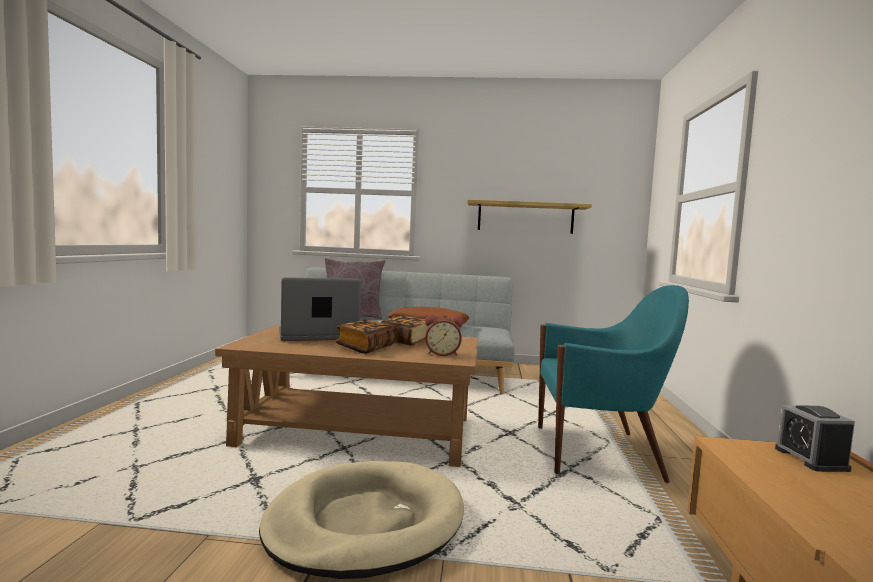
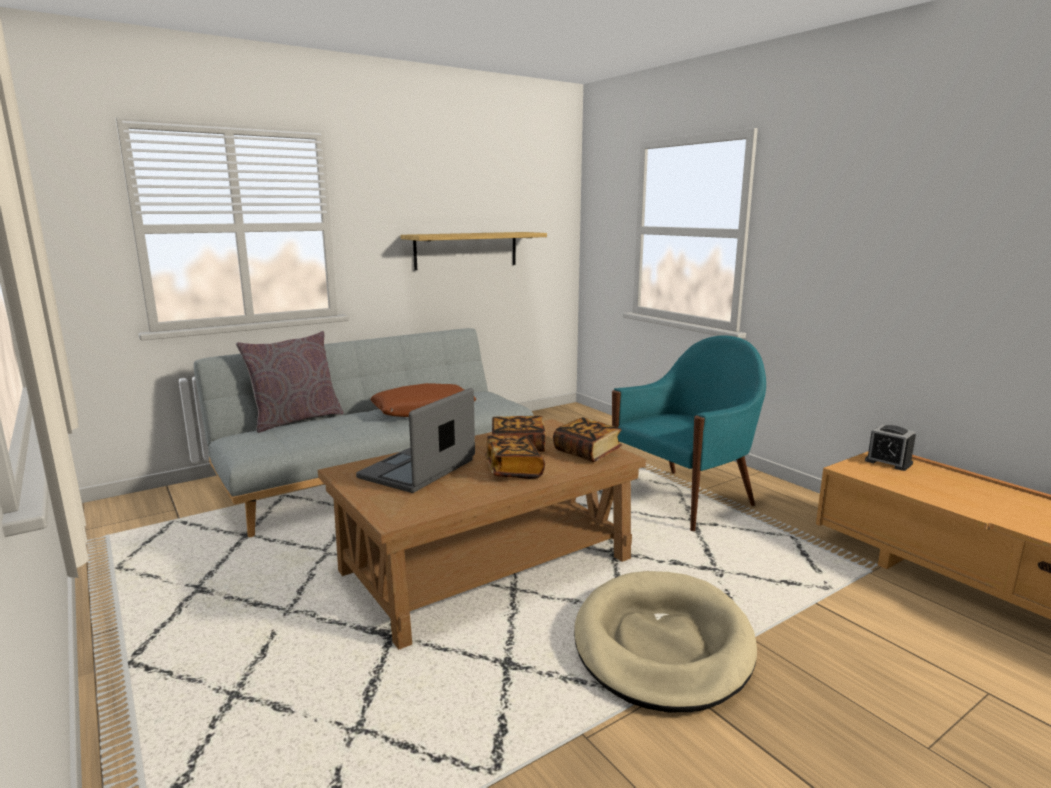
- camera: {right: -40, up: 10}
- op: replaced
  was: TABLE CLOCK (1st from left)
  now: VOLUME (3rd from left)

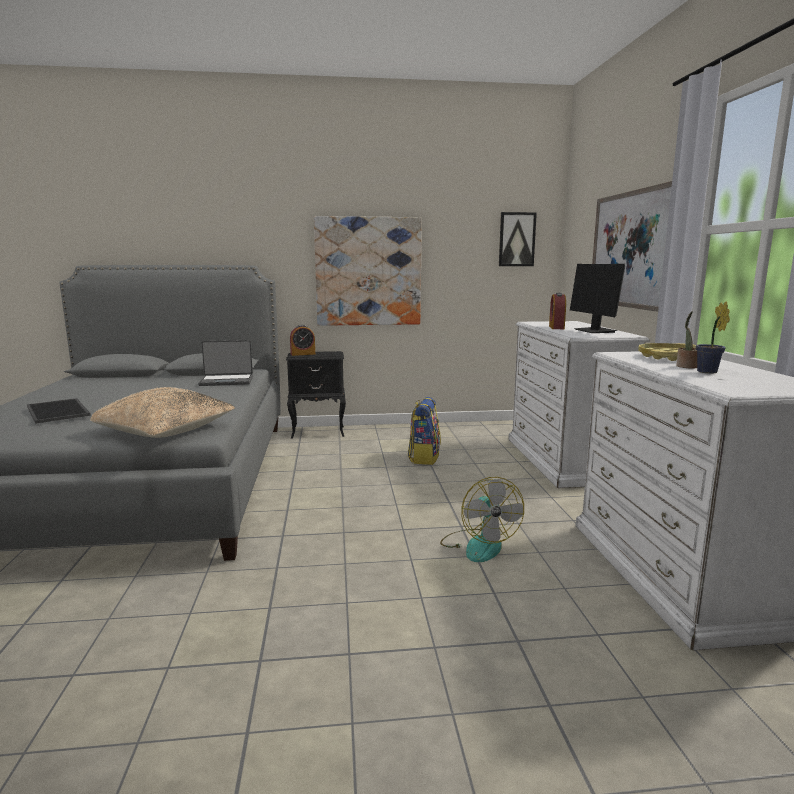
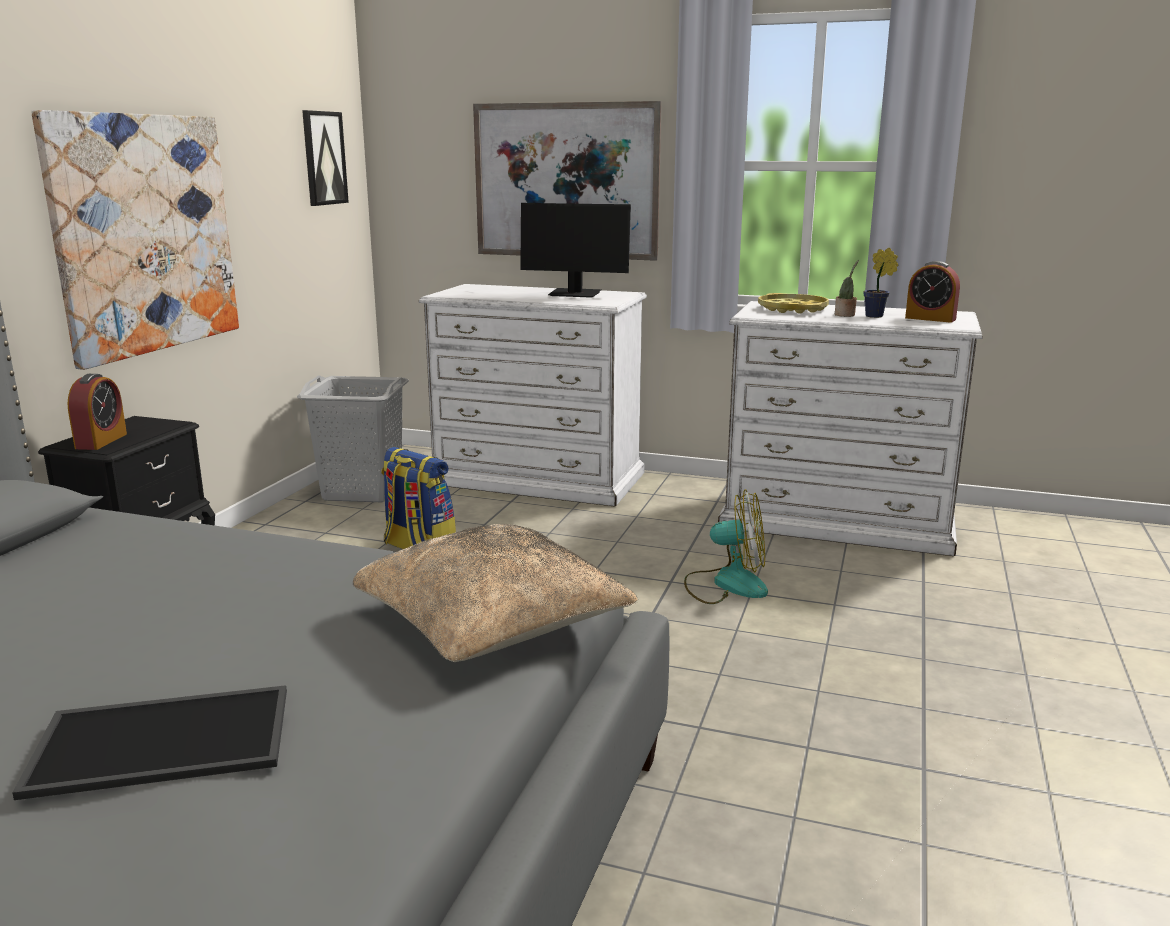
- camera: {right: -65, up: 5}
- op: removed
  was: PORTABLE COMPUTER
- op: moved
  was: TABLE CLOCK (2nd from left)
- op: added
  now: GREYISH HAMPER

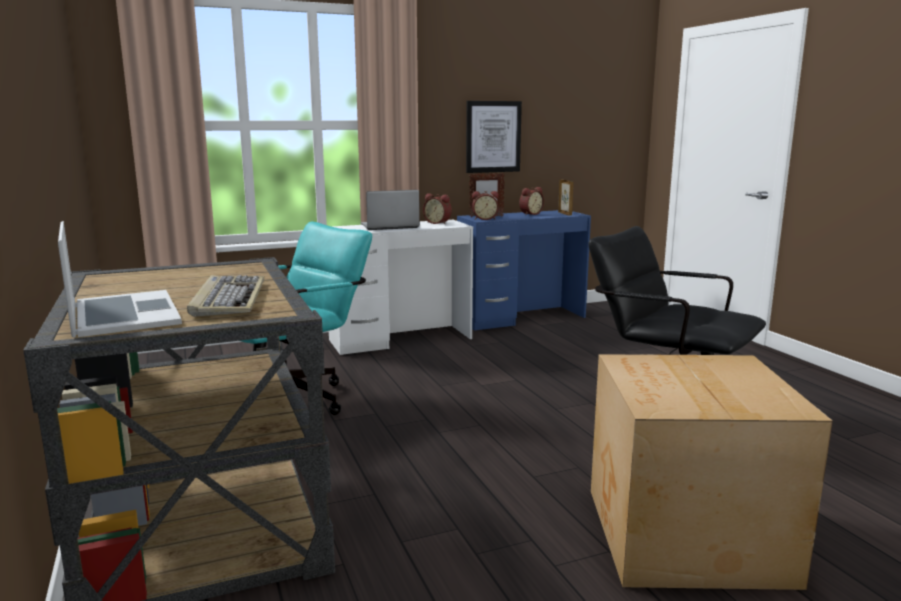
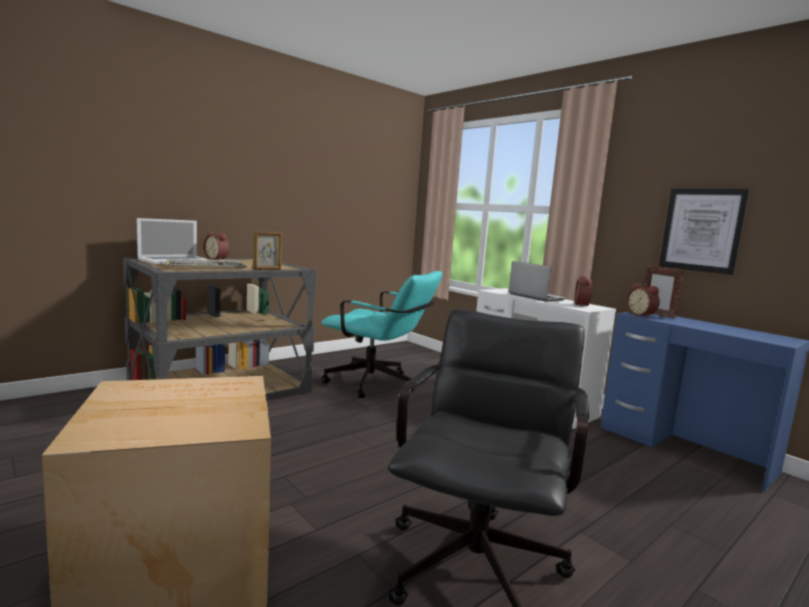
- camera: {right: 70, up: -5}
- op: moved
  was: TABLE CLOCK (3rd from left in the first image)
  now: TABLE CLOCK (1st from left)
- op: moved
  was: PICTURE FRAME (2nd from left in the first image)
  now: PICTURE FRAME (1st from left)

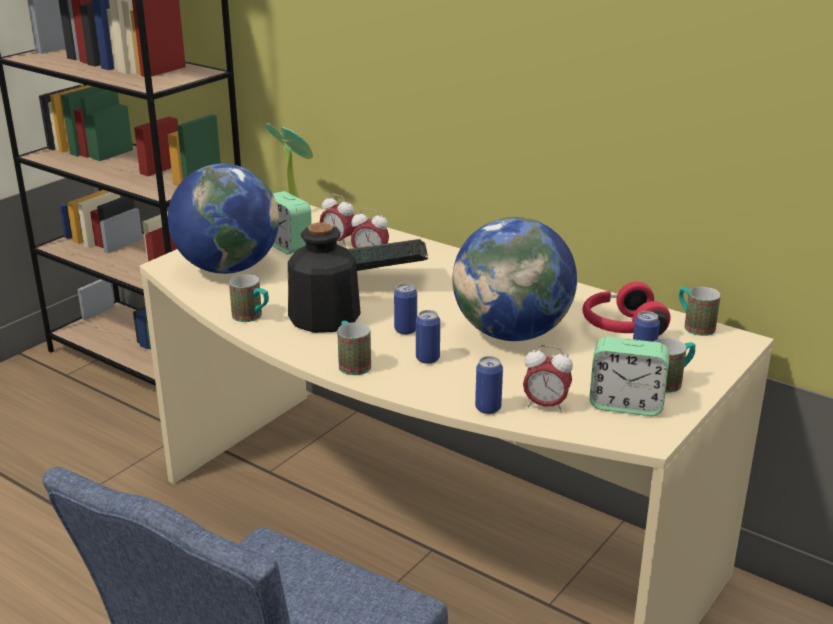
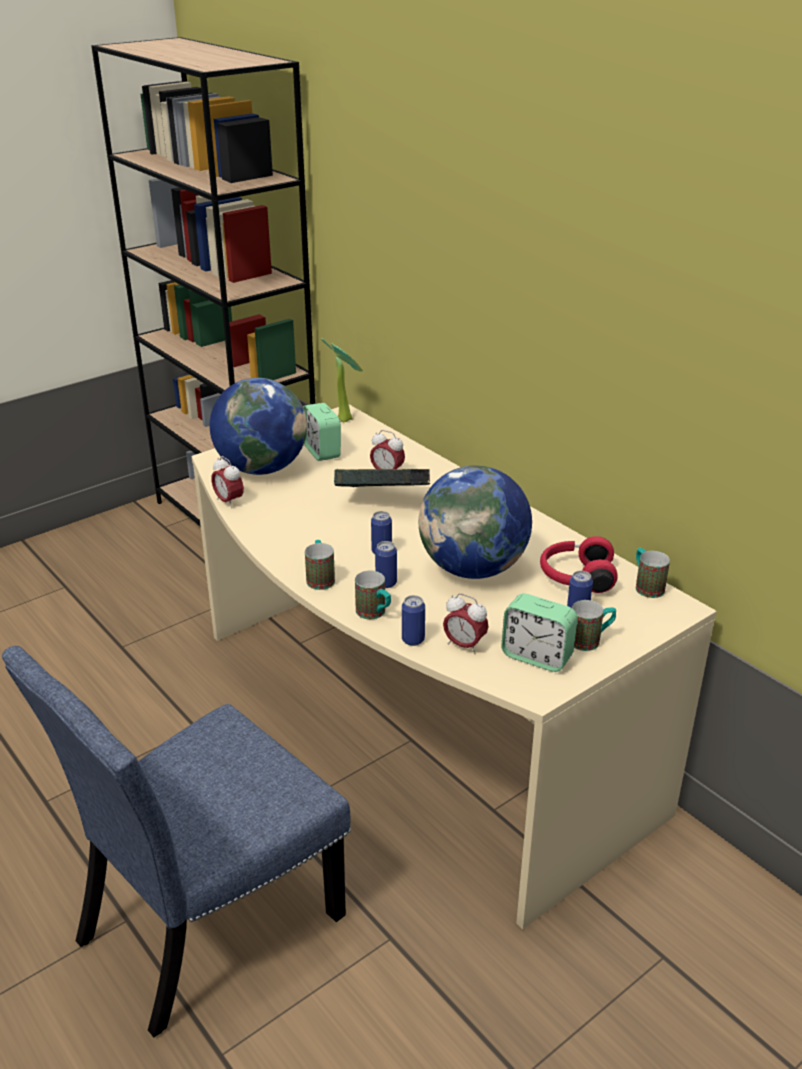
- camera: {right: 15, up: 5}
- op: moved
  was: COFFEE MUG (1st from left in the first image)
  now: COFFEE MUG (2nd from left)
- op: removed
  was: BEVERAGE BOTTLE
- op: moved
  was: TABLE CLOCK (2nd from left in the first image)
  now: TABLE CLOCK (1st from left)

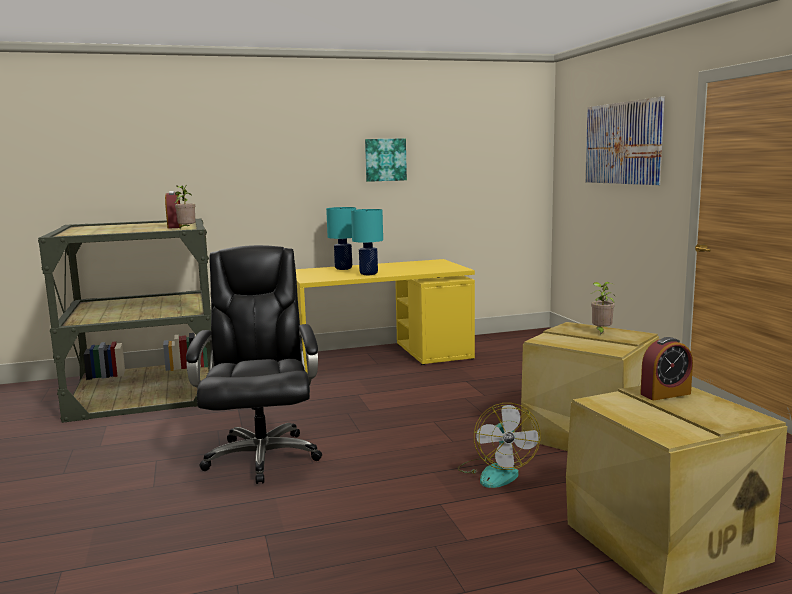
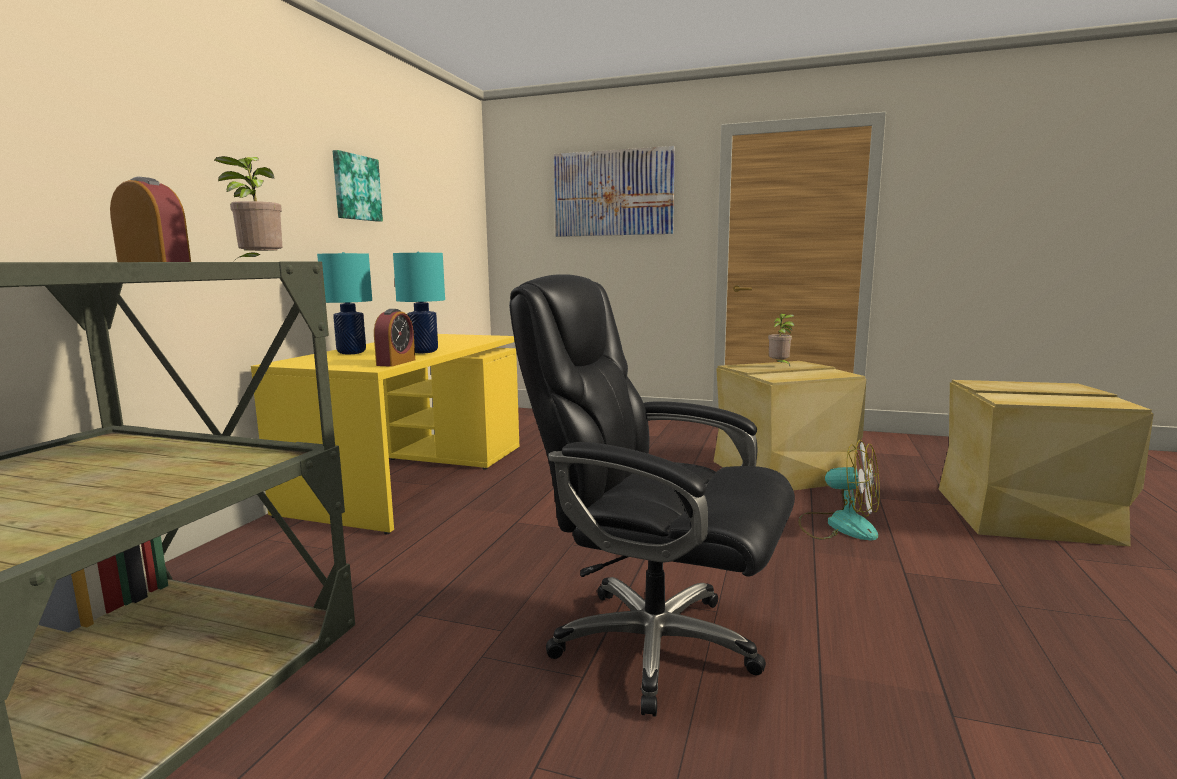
- camera: {right: -55, up: 0}
- op: moved
  was: TABLE CLOCK (2nd from left)

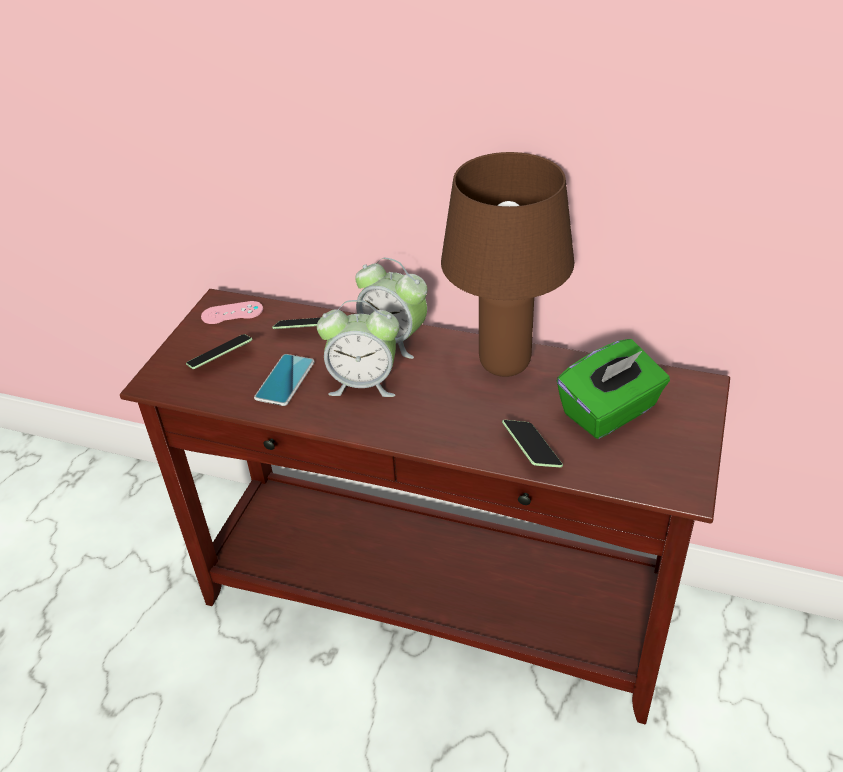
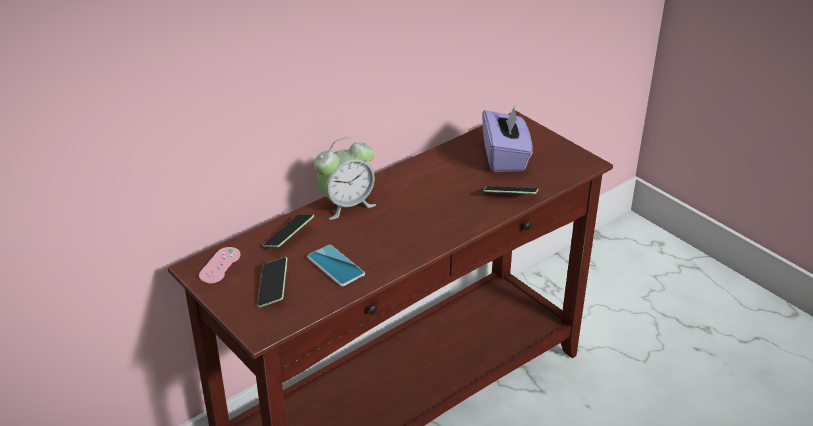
- camera: {right: -60, up: -5}
- op: removed
  was: TABLE CLOCK (1st from left)
- op: removed
  was: BROWNISH TABLETOP LAMP
- op: recoloured
  was: GREEN BOX OF TISSUES
  now: PURPLE-COLOURED BOX OF TISSUES

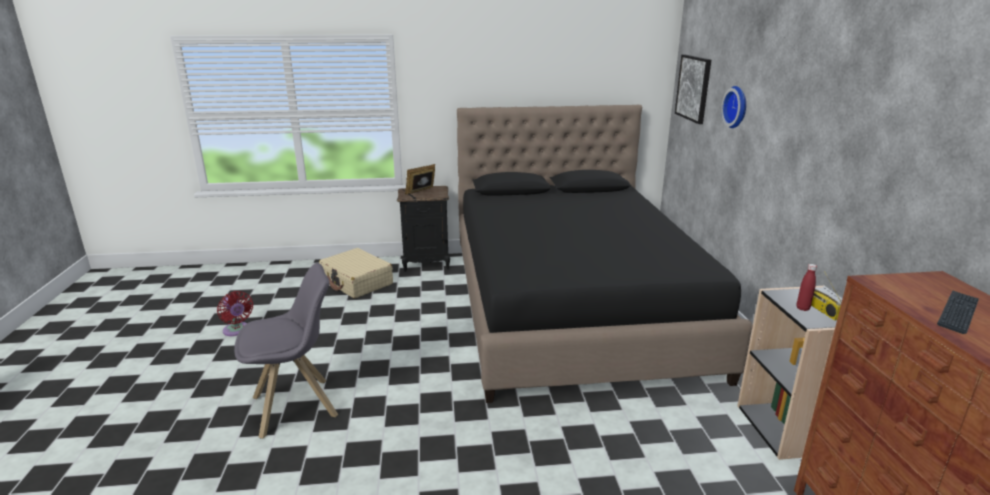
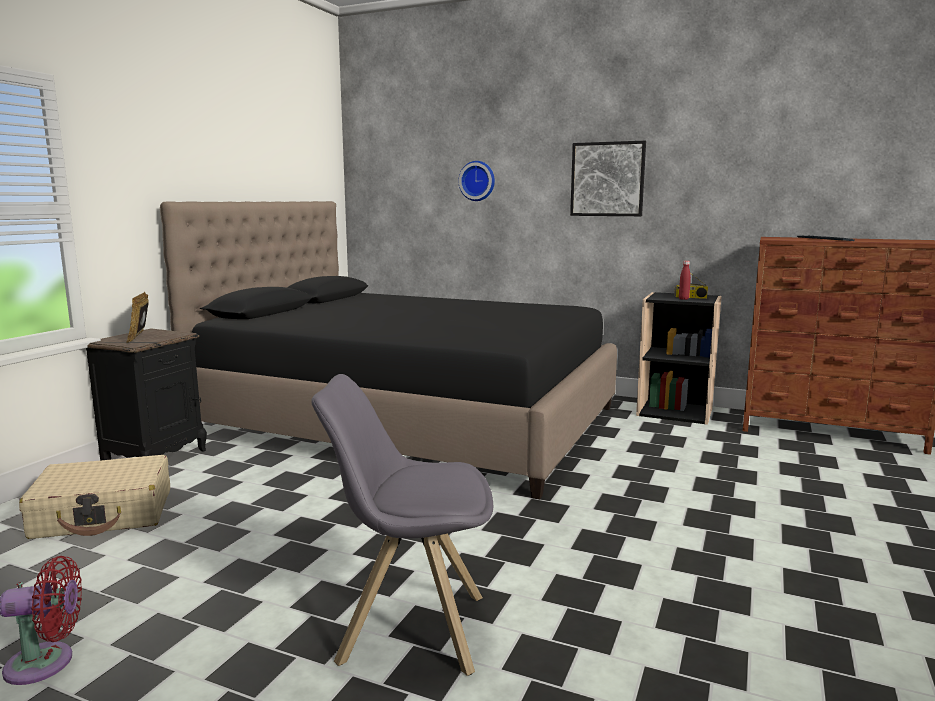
- camera: {right: -60, up: -10}
- op: turned
  was: GREYISH CHAIR
  clockwise: -90
- op: moved
  was: WALL PICTURE

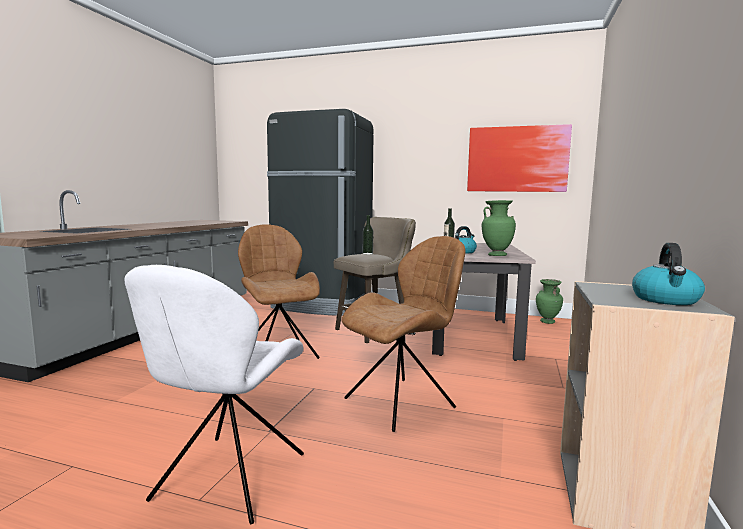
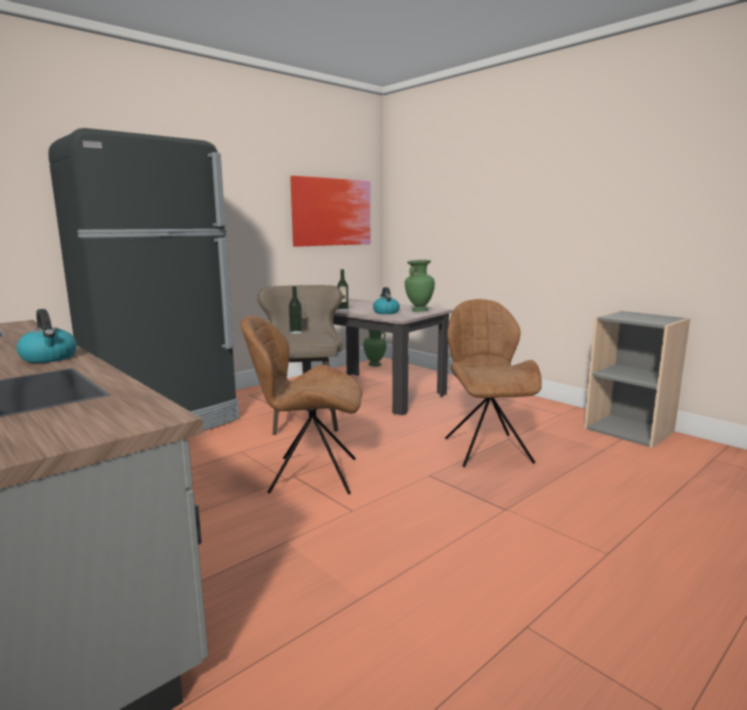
- camera: {right: -60, up: 5}
- op: removed
  was: WHITE CHAIR
- op: moved
  was: KETTLE (2nd from left in the first image)
  now: KETTLE (1st from left)

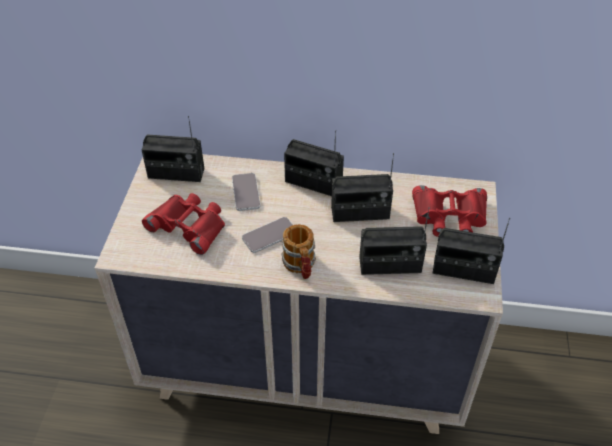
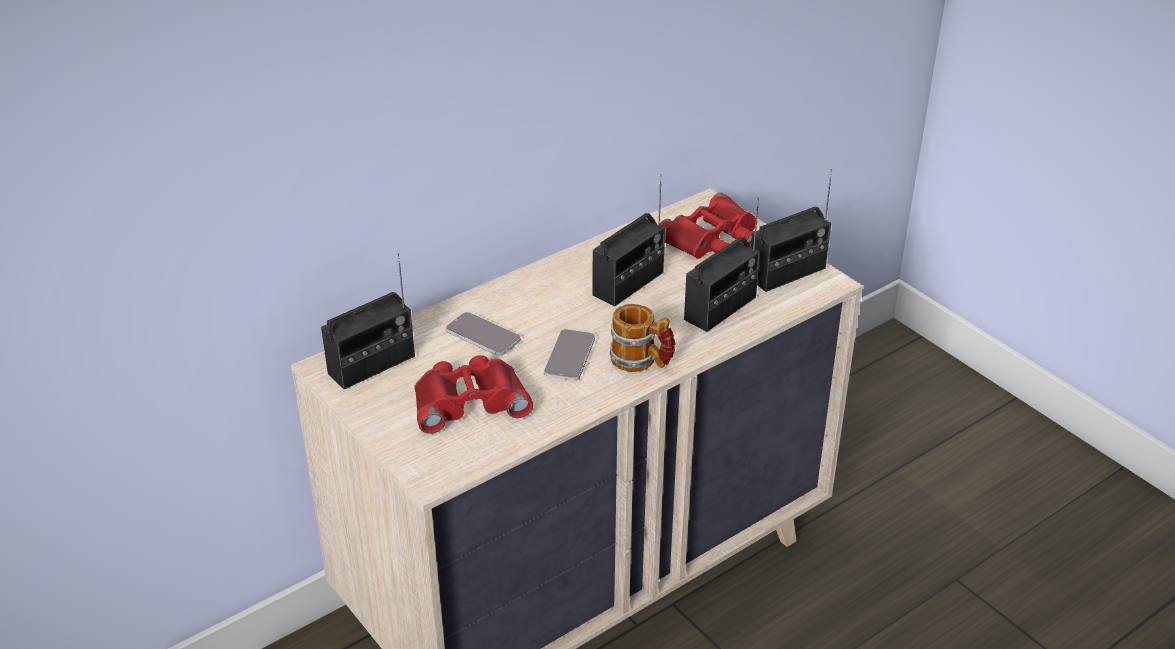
- camera: {right: -45, up: -10}
- op: removed
  was: RADIO RECEIVER (2nd from left)

